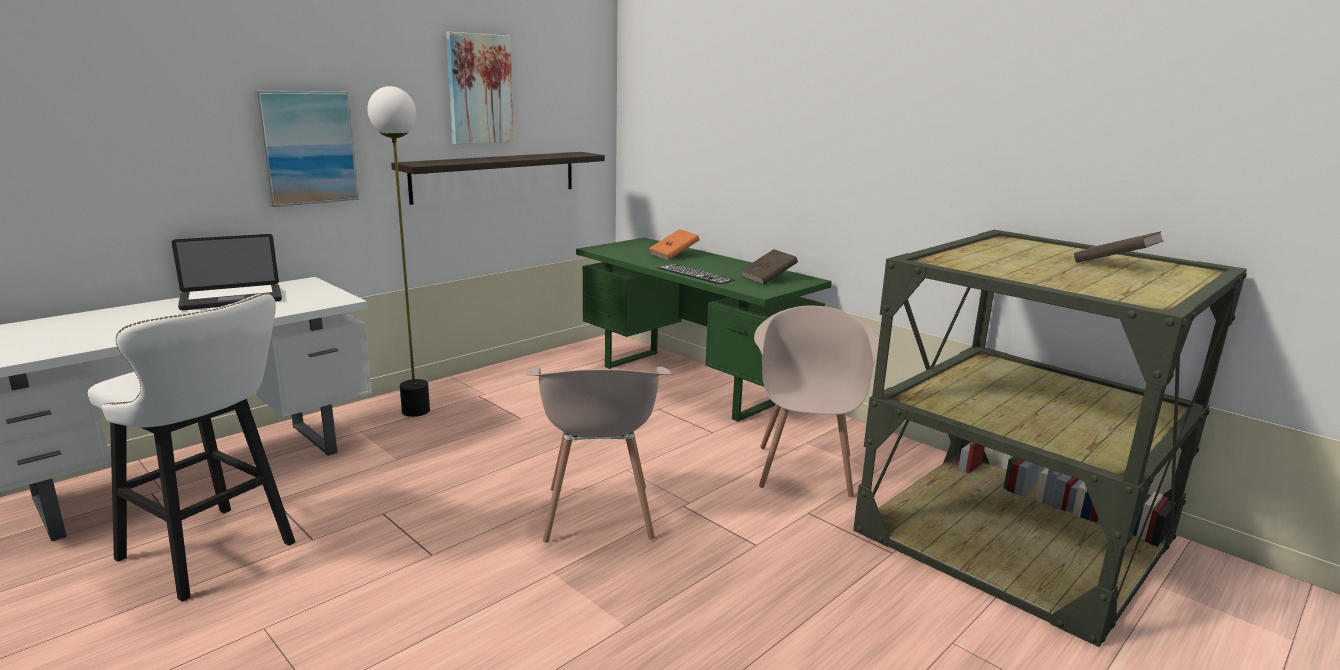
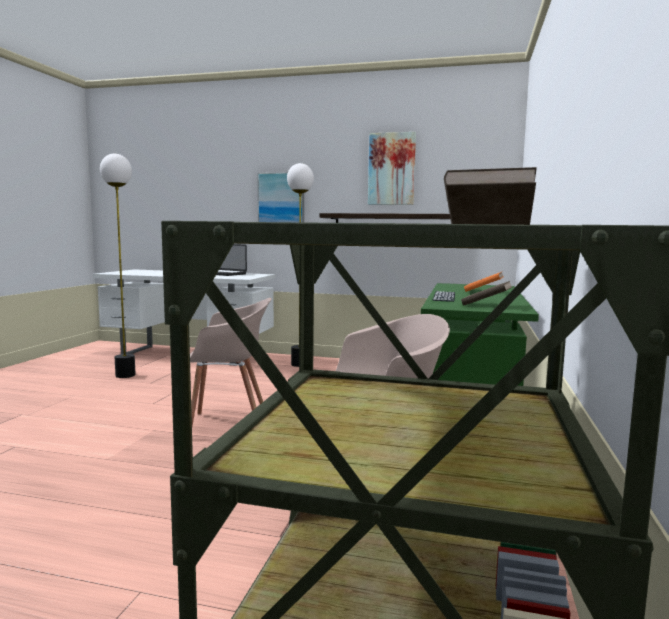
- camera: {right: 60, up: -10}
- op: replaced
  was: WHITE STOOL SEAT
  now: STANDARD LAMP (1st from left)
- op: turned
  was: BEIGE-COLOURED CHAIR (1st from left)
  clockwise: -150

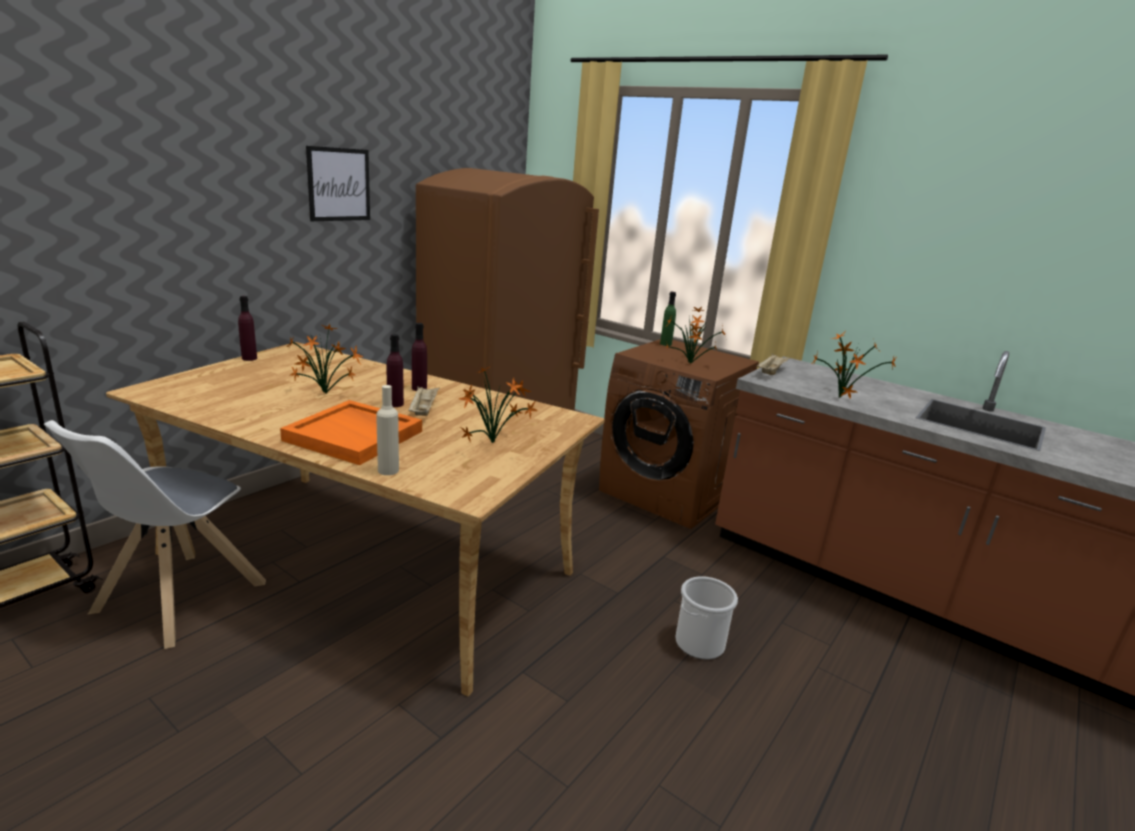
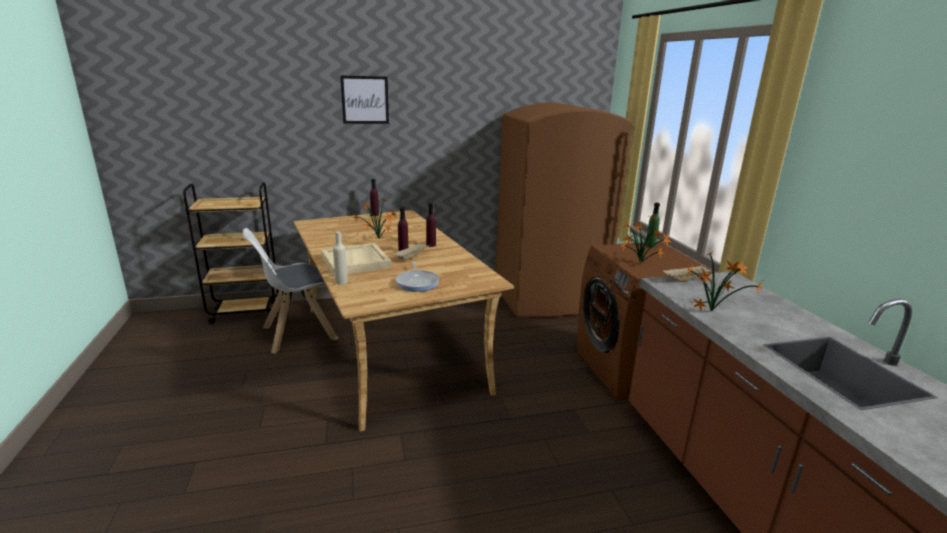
- camera: {right: 40, up: 0}
- op: recoloured
  was: ORANGE SERVING TRAY
  now: BEIGE-COLOURED SERVING TRAY (1st from left)
- op: moved
  was: WALL PICTURE
- op: replaced
  was: POTTED PLANT (2nd from left)
  now: SKILLET
- op: removed
  was: BUCKET

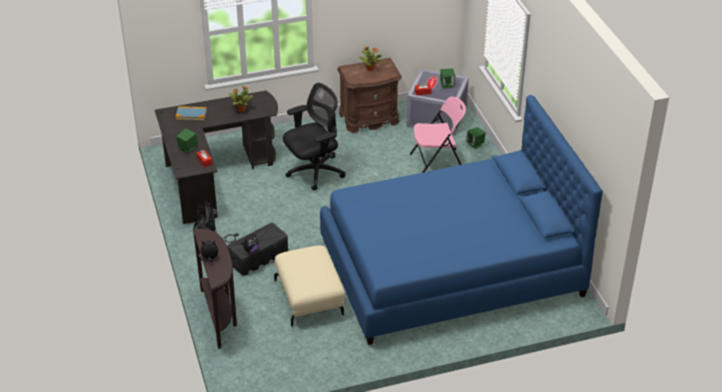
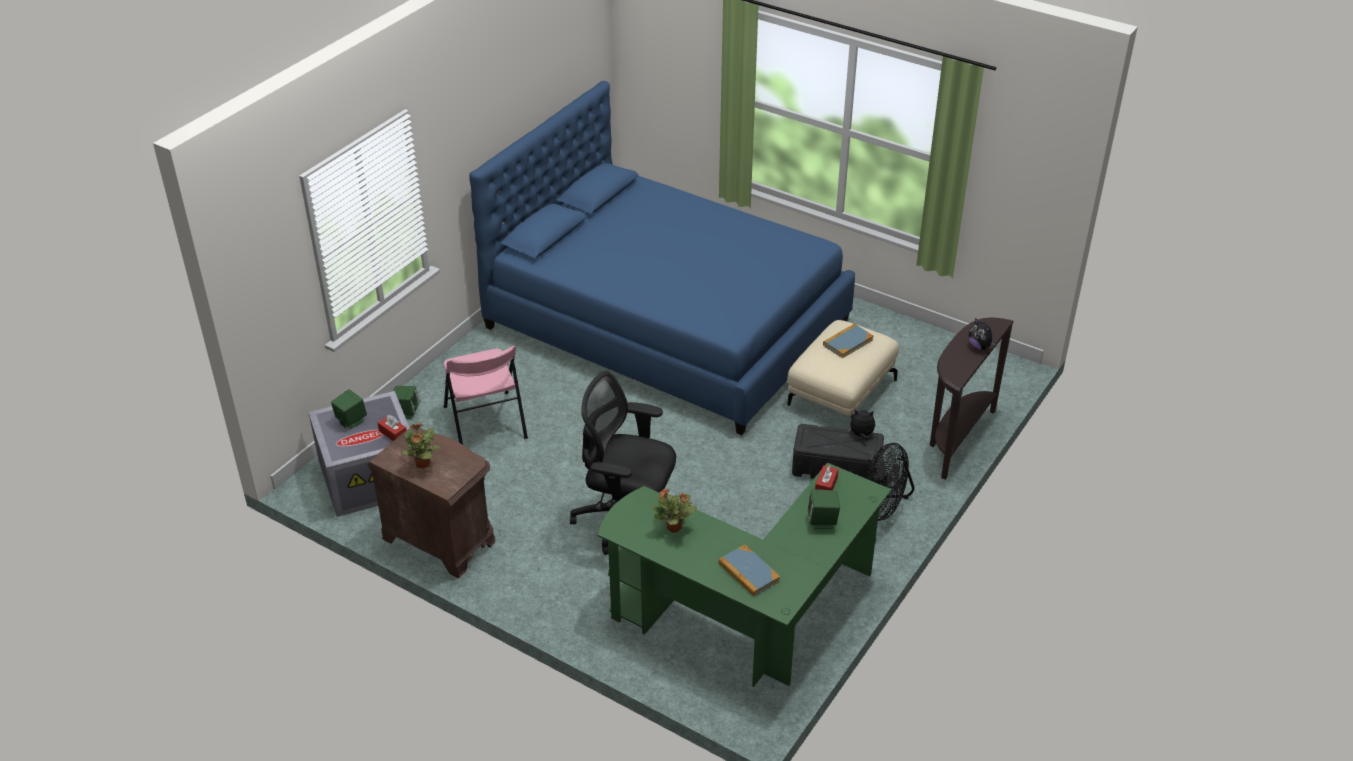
- camera: {right: -130, up: 0}
- op: recoloured
  was: BLACKISH DESK UNIT
  now: GREEN DESK UNIT
- op: turned
  was: PINK-COLOURED CHAIR
  clockwise: -150
- op: added
  now: VOLUME (2nd from left)

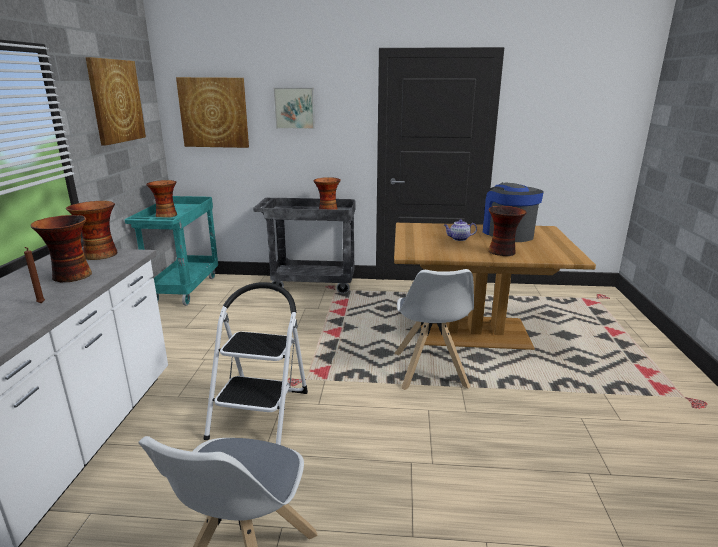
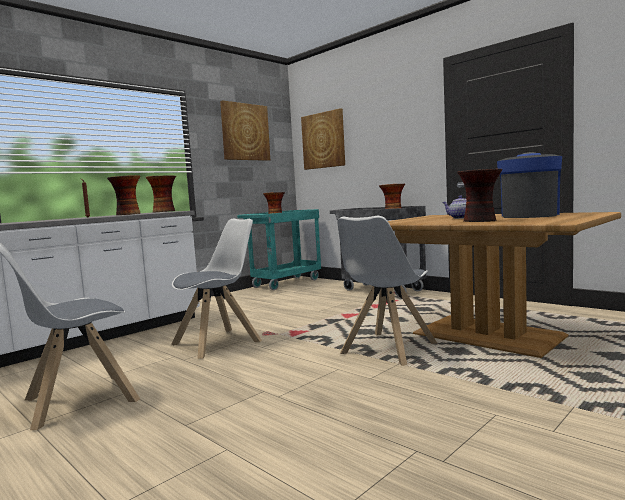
- camera: {right: 40, up: -15}
- op: replaced
  was: STEP STOOL
  now: CHAIR (2nd from left)
- op: removed
  was: WALL PICTURE (3rd from left)

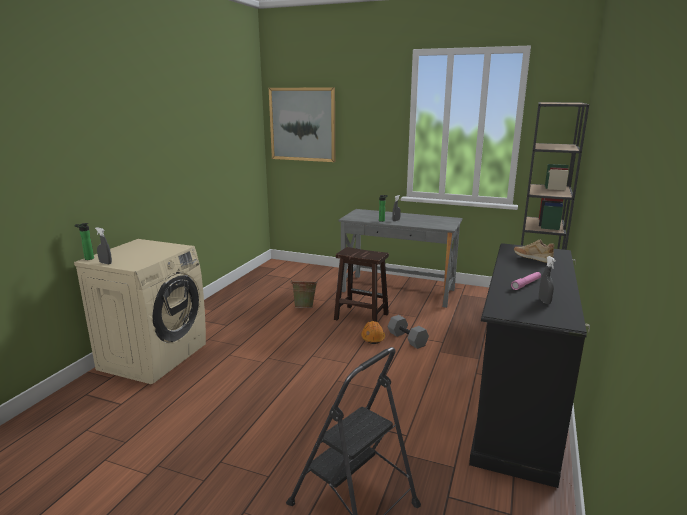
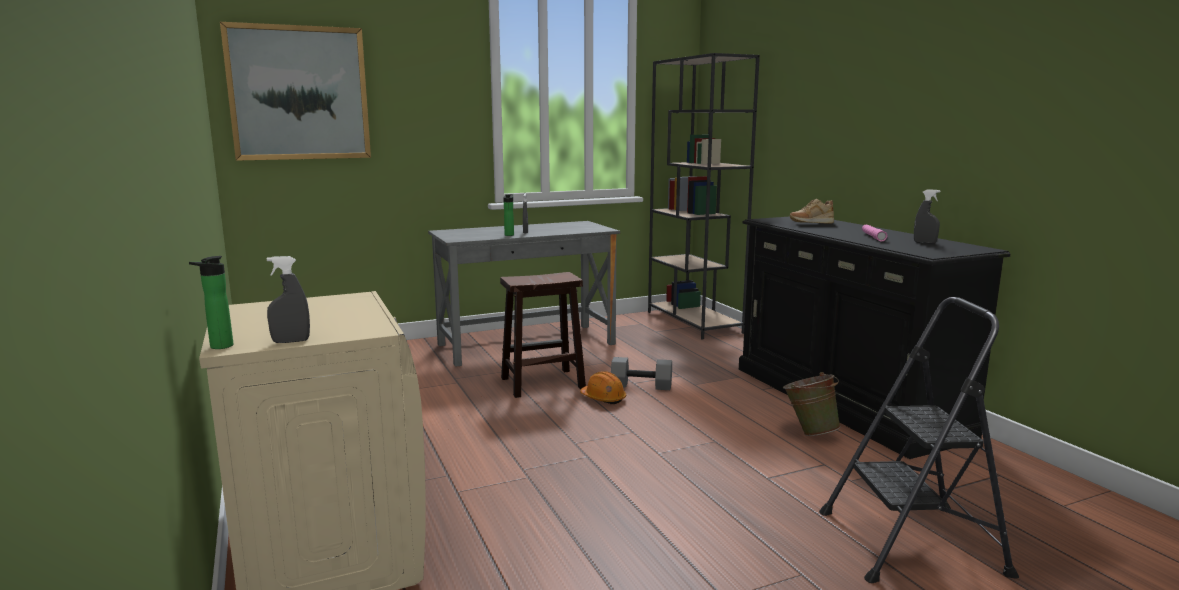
- camera: {right: -45, up: -5}
- op: moved
  was: GREEN BUCKET

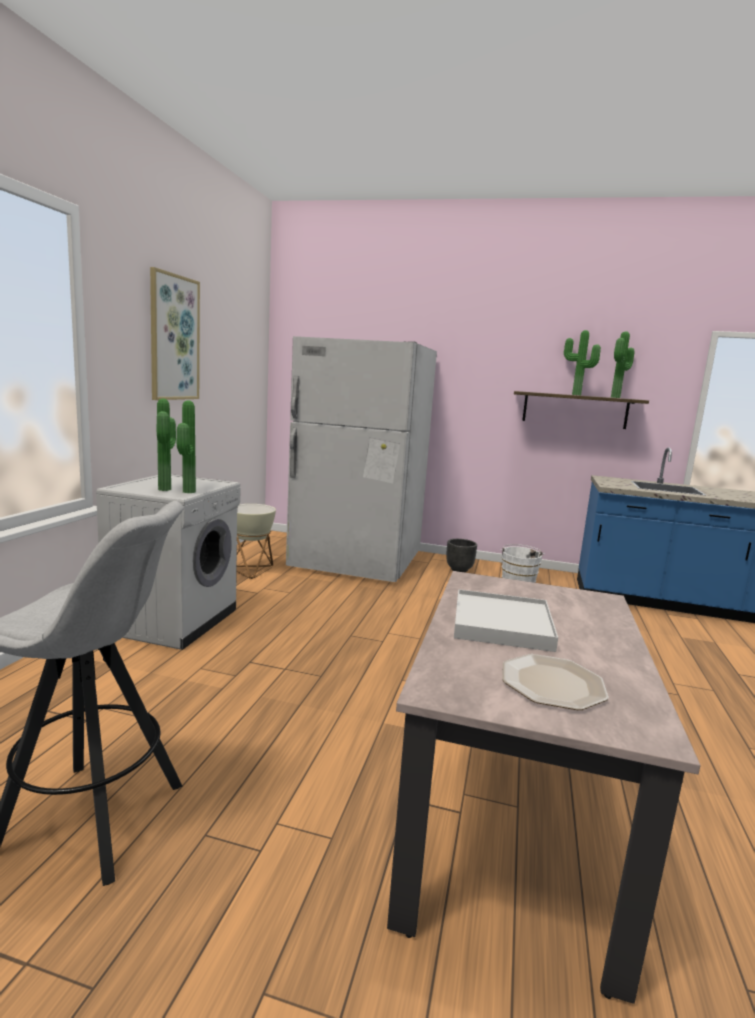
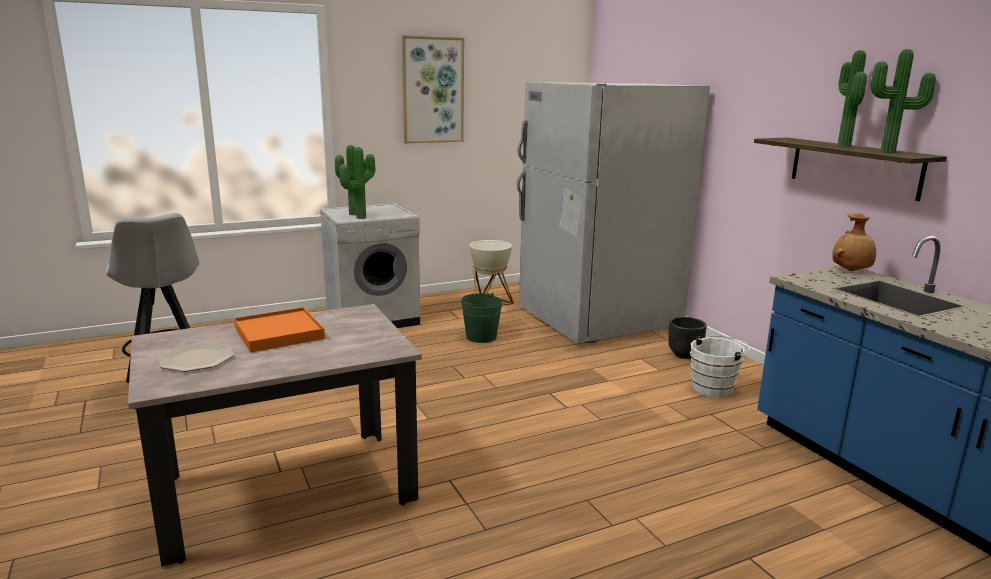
- camera: {right: 50, up: 5}
- op: recoloured
  was: WHITE SERVING TRAY
  now: ORANGE SERVING TRAY
- op: added
  now: GREEN BUCKET
- op: added
  now: BROWNISH DECORATIVE VASE

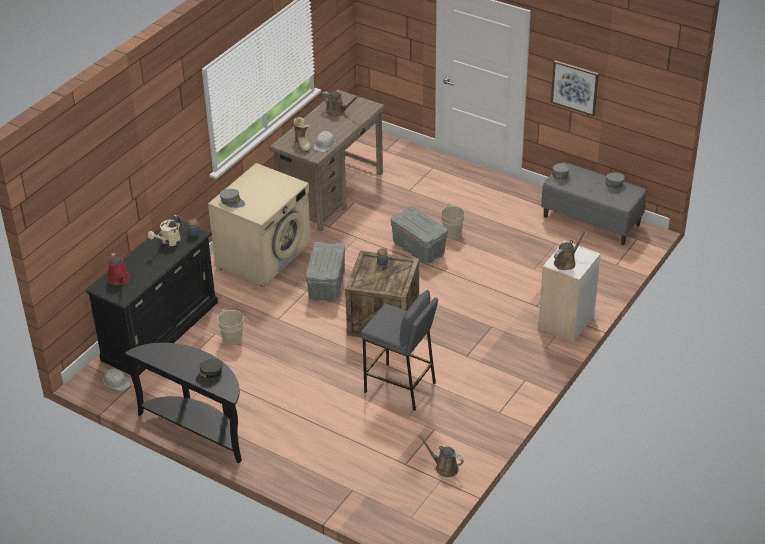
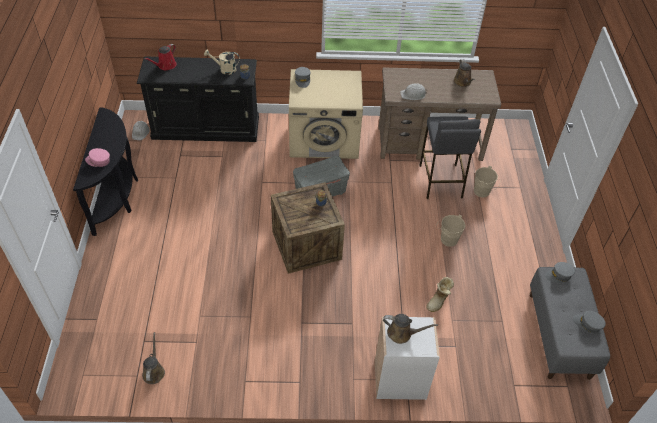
- camera: {right: 55, up: 10}
- op: recoloured
  was: GREYISH CAP (1st from left)
  now: PINK-COLOURED CAP
- op: moved
  was: BEIGE-COLOURED BUCKET (1st from left in the first image)
  now: BEIGE-COLOURED BUCKET (2nd from left)
- op: moved
  was: BOOT
- op: moved
  was: GREYISH STOOL SEAT
- op: removed
  was: GREYISH STORAGE CONTAINER (2nd from left)
- op: removed
  was: WALL PICTURE

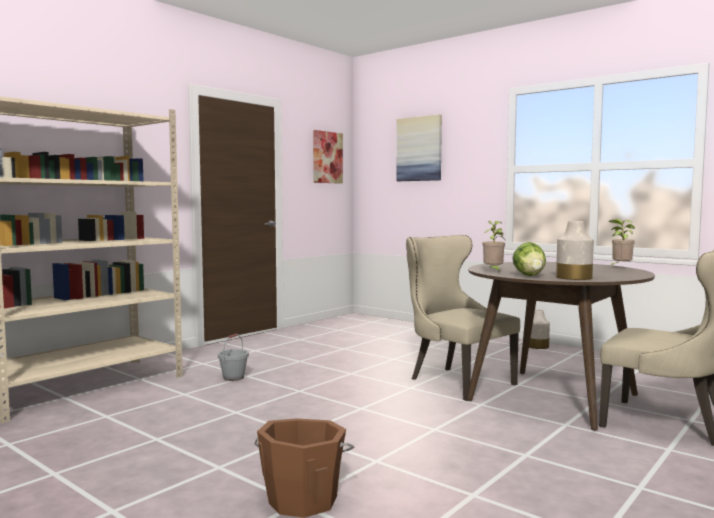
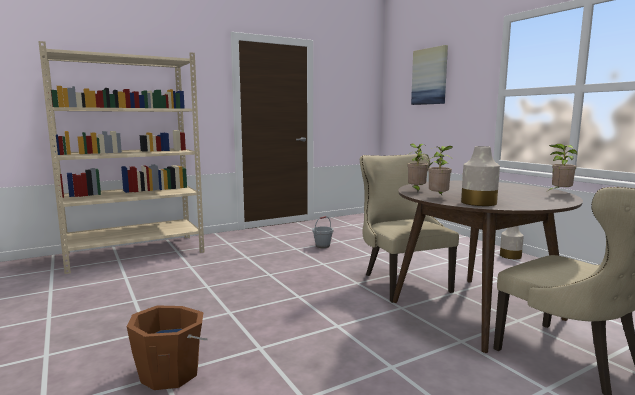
- camera: {right: 20, up: 5}
- op: moved
  was: GREYISH BUCKET
- op: removed
  was: WALL PICTURE (1st from left)
- op: replaced
  was: HEAD OF LETTUCE
  now: POTTED PLANT (2nd from left)

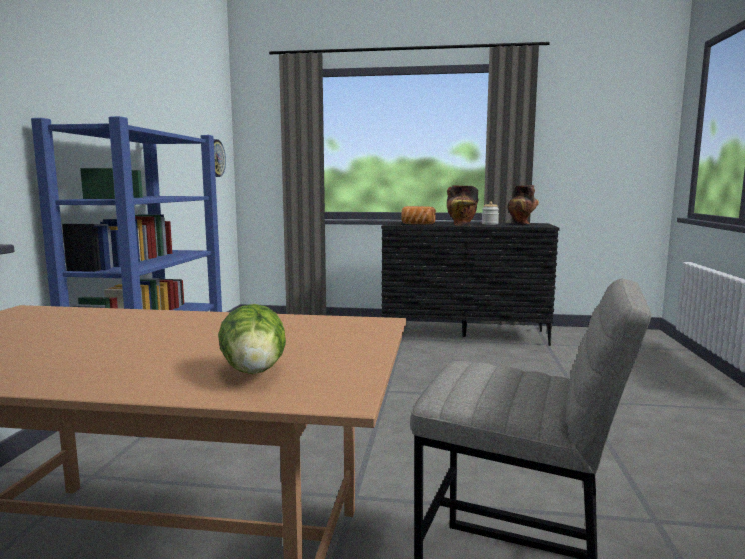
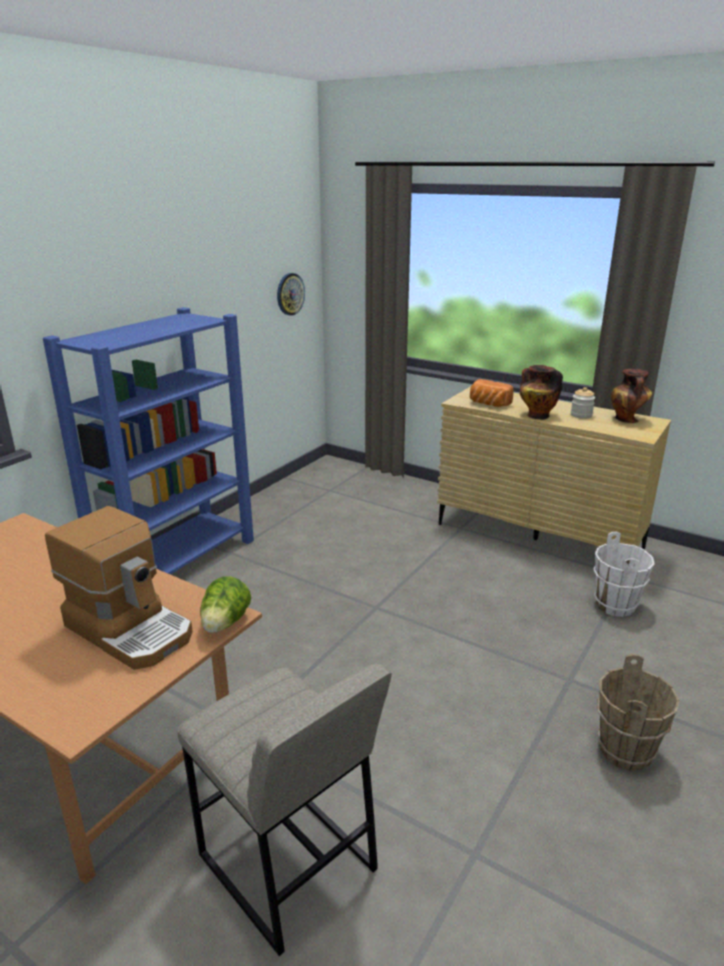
- camera: {right: 25, up: 15}
- op: moved
  was: HEAD OF LETTUCE
- op: recoloured
  was: BLACKISH CHEST OF DRAWERS
  now: BEIGE-COLOURED CHEST OF DRAWERS
- op: added
  now: COFFEE BREWER
- op: added
  now: WHITE BUCKET
- op: added
  now: BROWNISH BUCKET

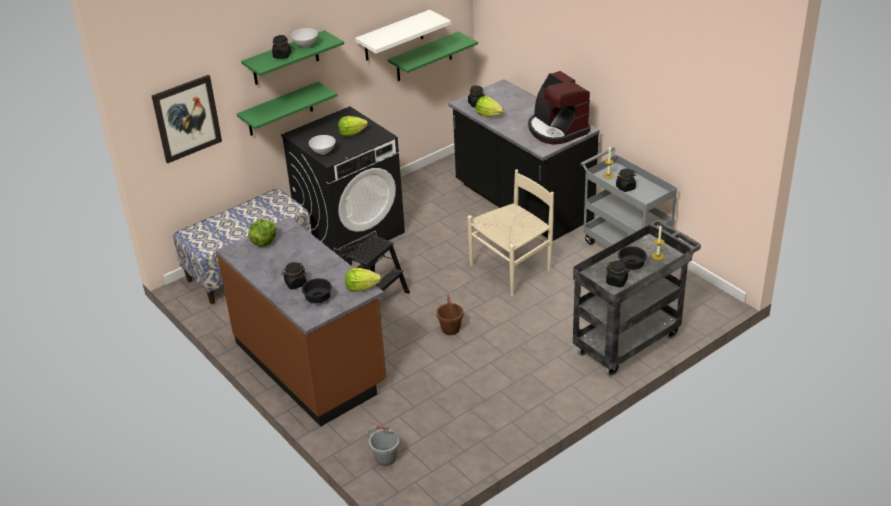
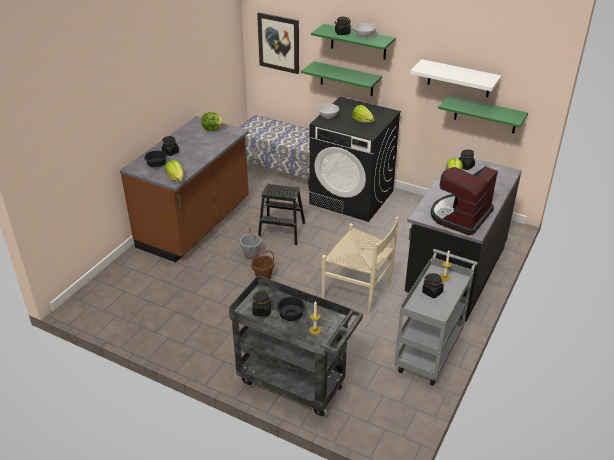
- camera: {right: 65, up: 0}
- op: moved
  was: GREYISH BUCKET

